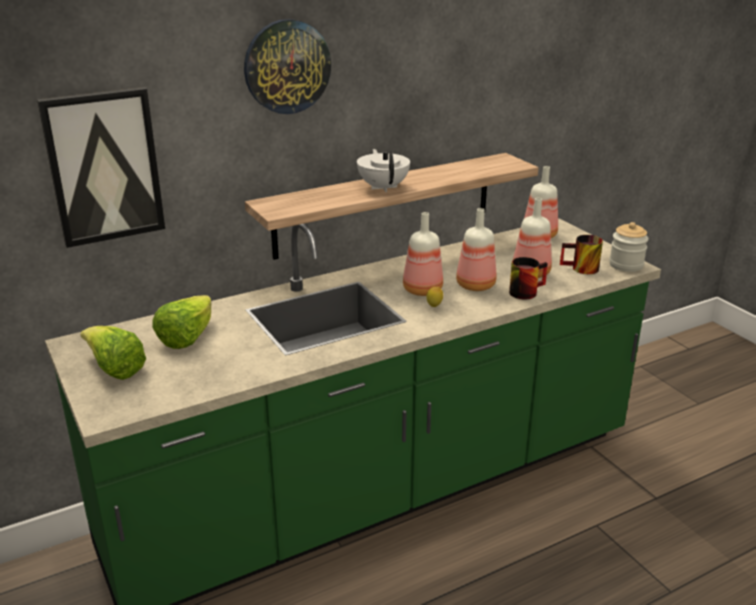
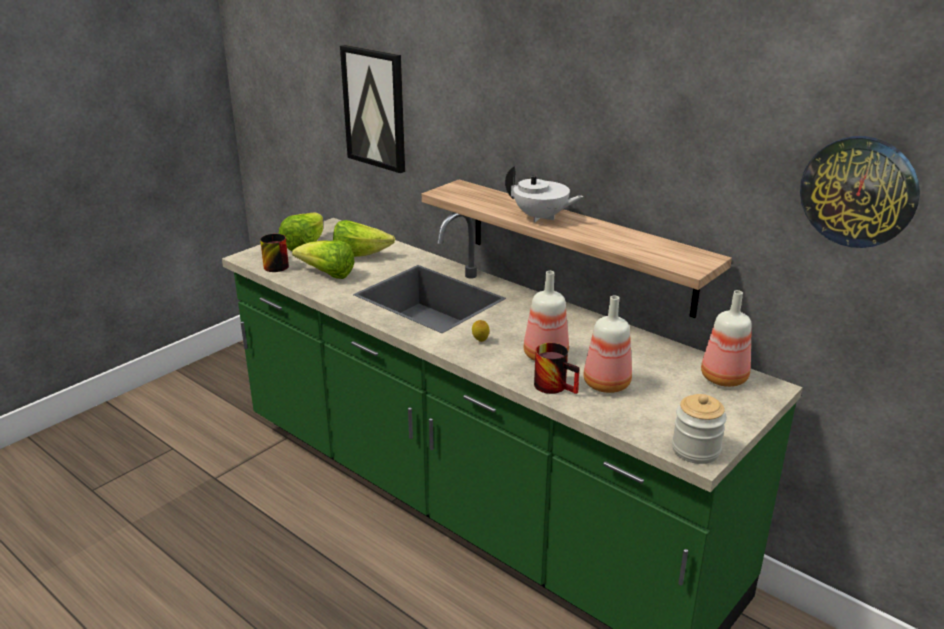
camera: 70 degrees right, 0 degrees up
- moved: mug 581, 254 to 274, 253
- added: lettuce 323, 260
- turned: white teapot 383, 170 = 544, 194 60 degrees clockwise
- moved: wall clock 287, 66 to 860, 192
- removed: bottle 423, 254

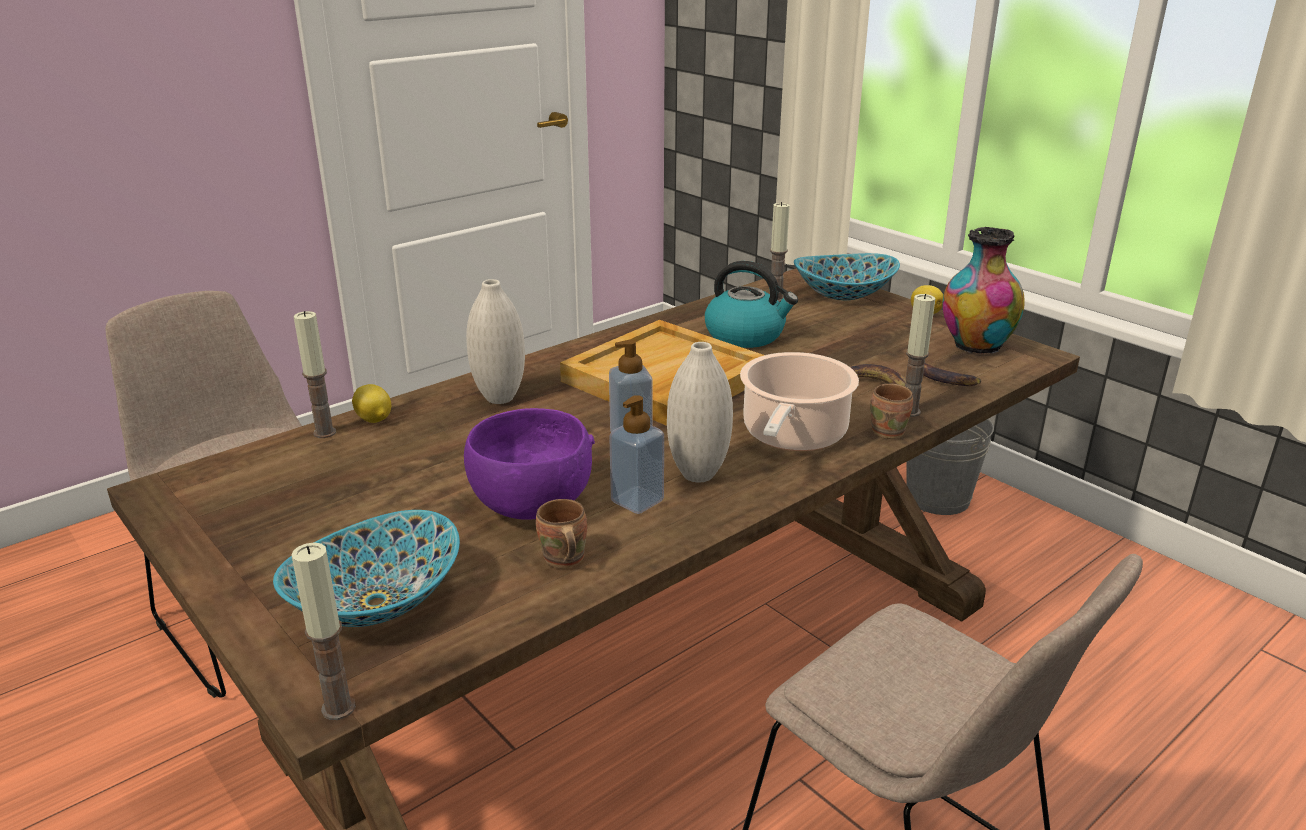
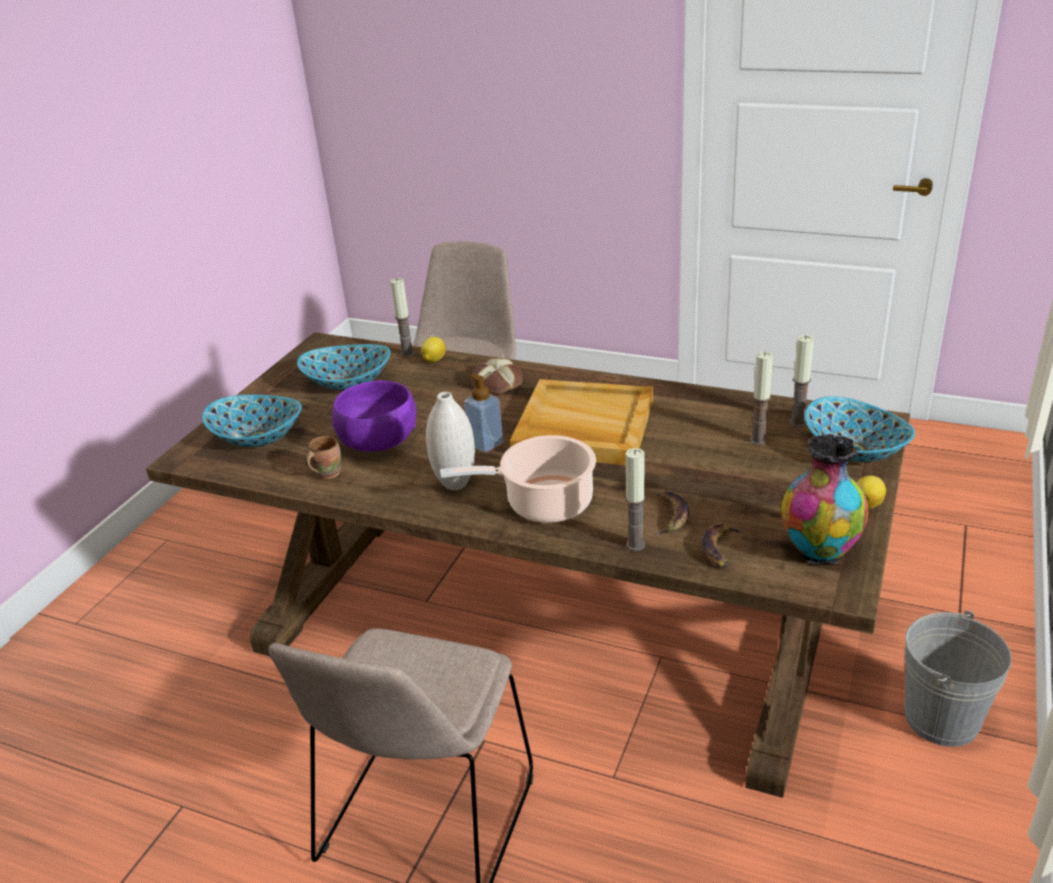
camera: 65 degrees right, 5 degrees up
- added: bowl 344, 367
- replaced: white vase 495, 341 to bread 497, 376
- moved: candle 323, 631 to 761, 398
- removed: soap dispenser 636, 454
- removed: kettle 751, 304
- removed: brown mug 891, 411

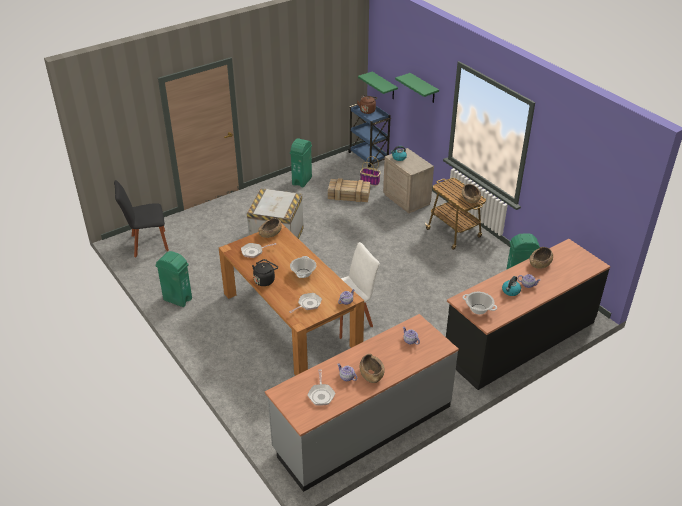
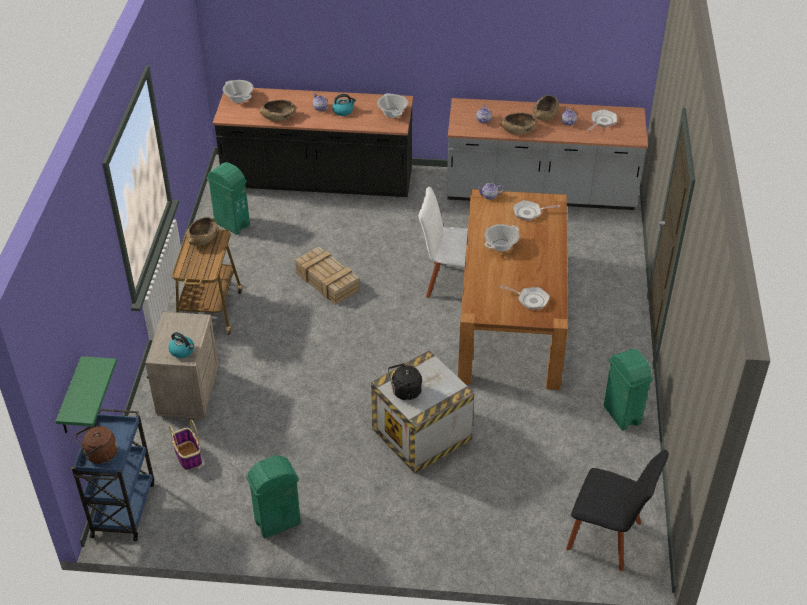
camera: 140 degrees left, 5 degrees up
- added: cooking pot 238, 91
- moved: crate 349, 190 to 327, 276
- moved: black kettle 265, 272 to 405, 381
- moved: brown bowl 270, 228 to 519, 123
- removed: green shelf 417, 88

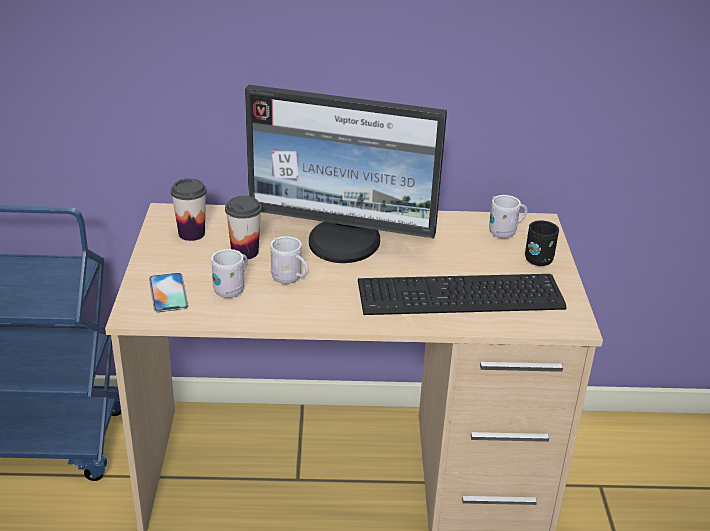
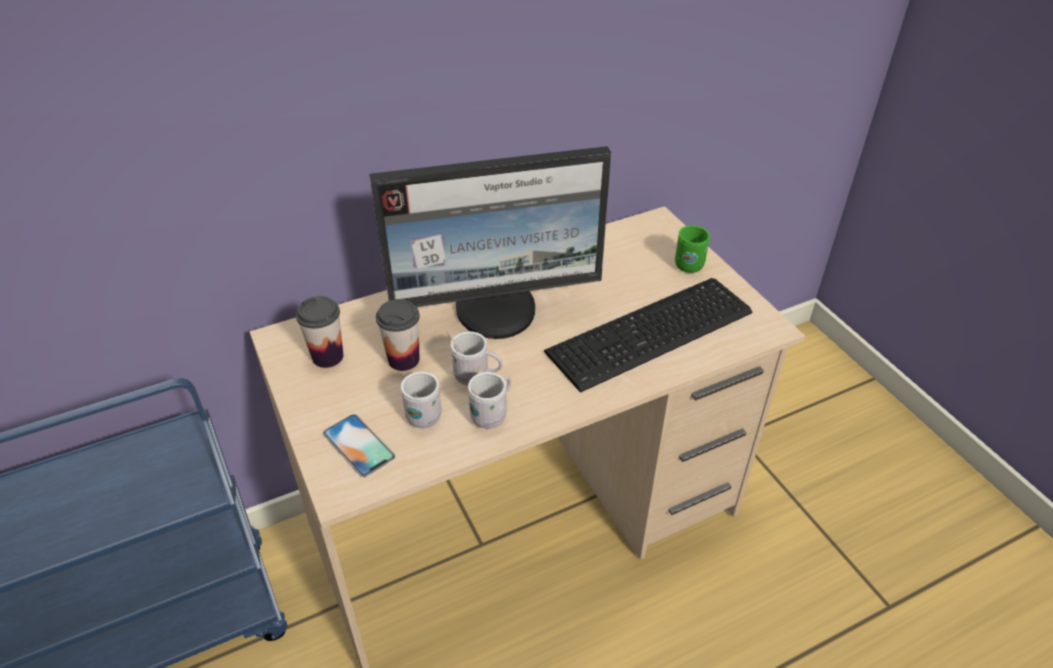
camera: 25 degrees left, 10 degrees up
- moved: white mug 508, 216 to 489, 400
- recoloured: black mug 542, 243 to green mug 692, 249

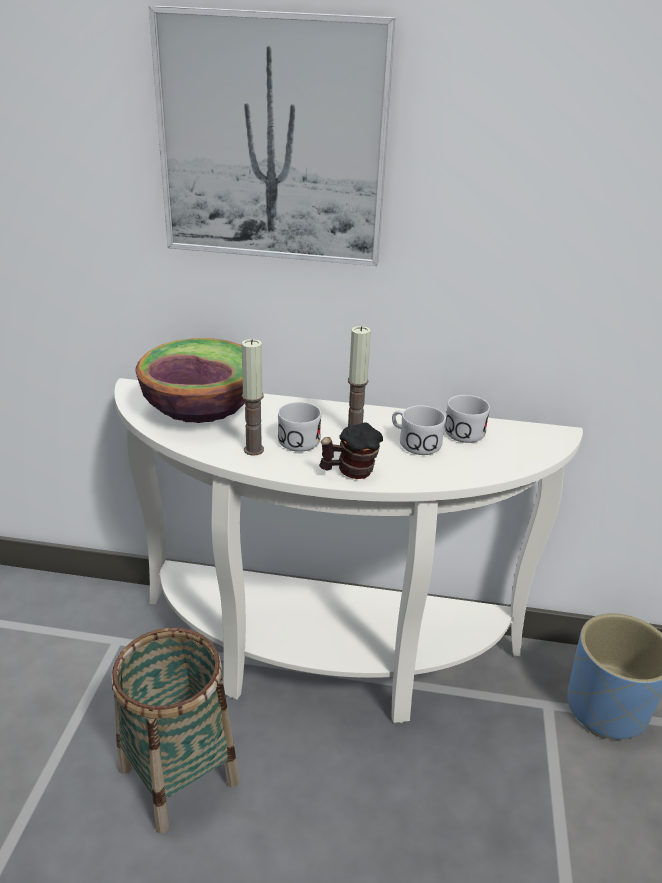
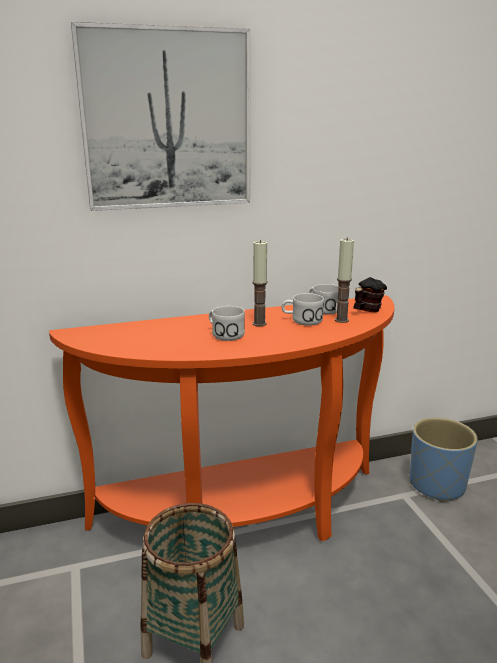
camera: 25 degrees left, 10 degrees down
- recoloured: white console table 348, 550 to orange console table 222, 418
- moved: candle 252, 397 to 344, 280
- moved: mug 351, 450 to 370, 294
- removed: bowl 190, 380

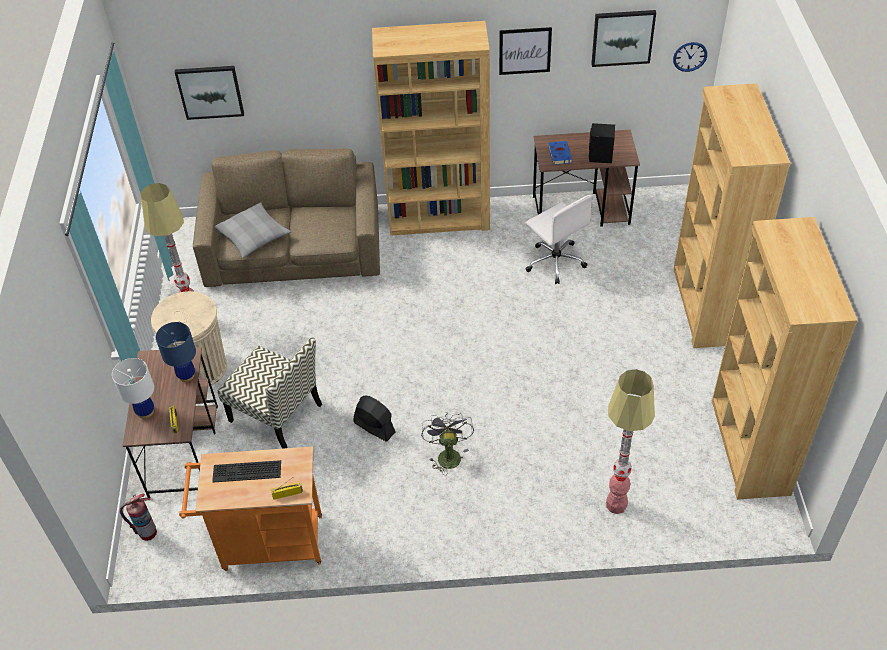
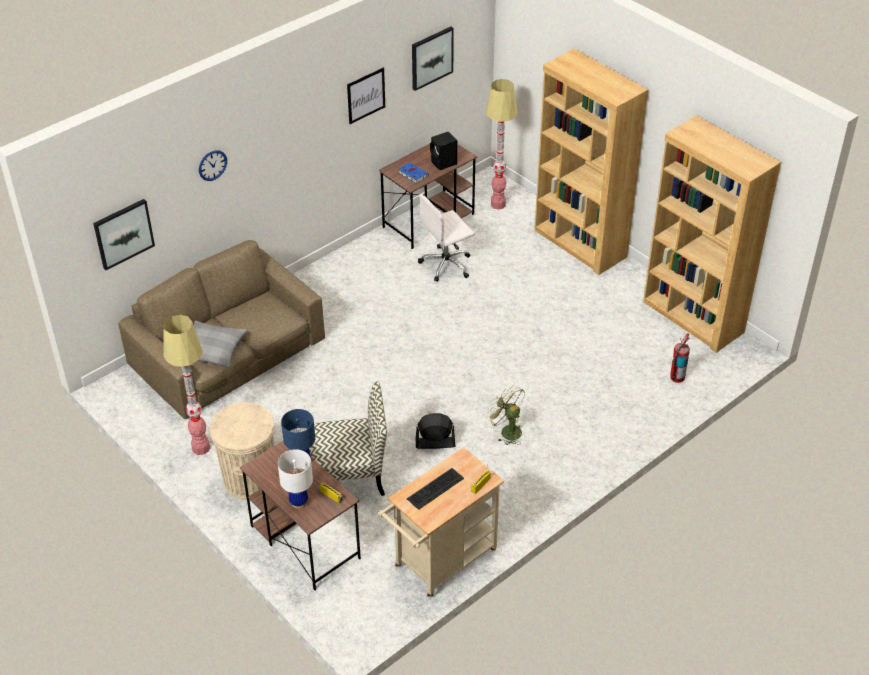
camera: 40 degrees left, 5 degrees down
- moved: wall clock 690, 57 to 213, 165
- recoloured: orange cart 250, 509 to beige cart 441, 522
- turned: white office chair 559, 239 = 446, 238 135 degrees clockwise
- moved: floor lamp 630, 441 to 501, 144
- recoloured: grey fan 447, 443 to green fan 505, 415
- moved: fire extinguisher 138, 517 to 680, 358
- removed: brown bookcase 431, 128

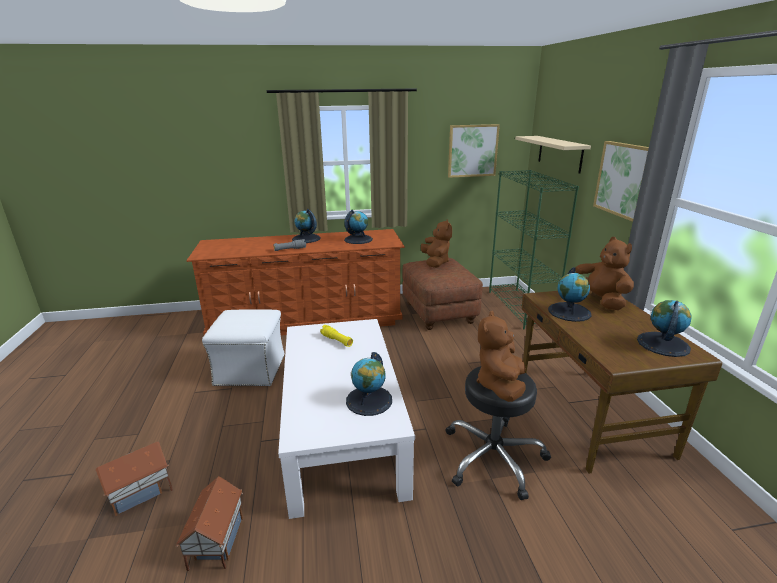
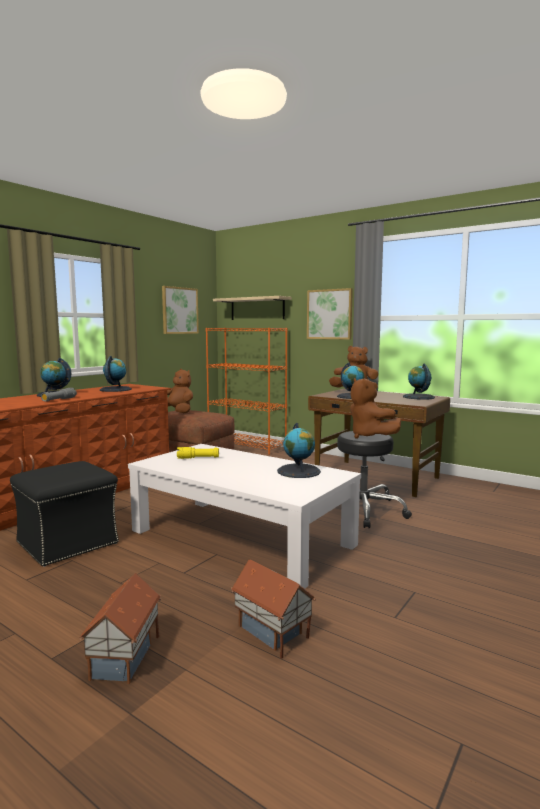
camera: 45 degrees left, 15 degrees down
- recoloured: white ottoman 243, 347 to black ottoman 64, 514
- recoloured: green bookcase 534, 249 to orange bookcase 247, 391

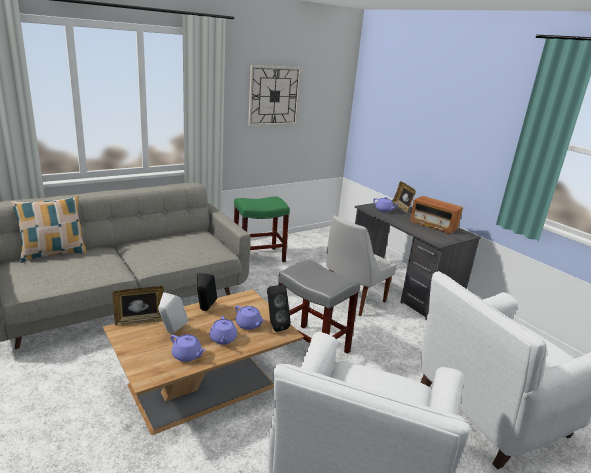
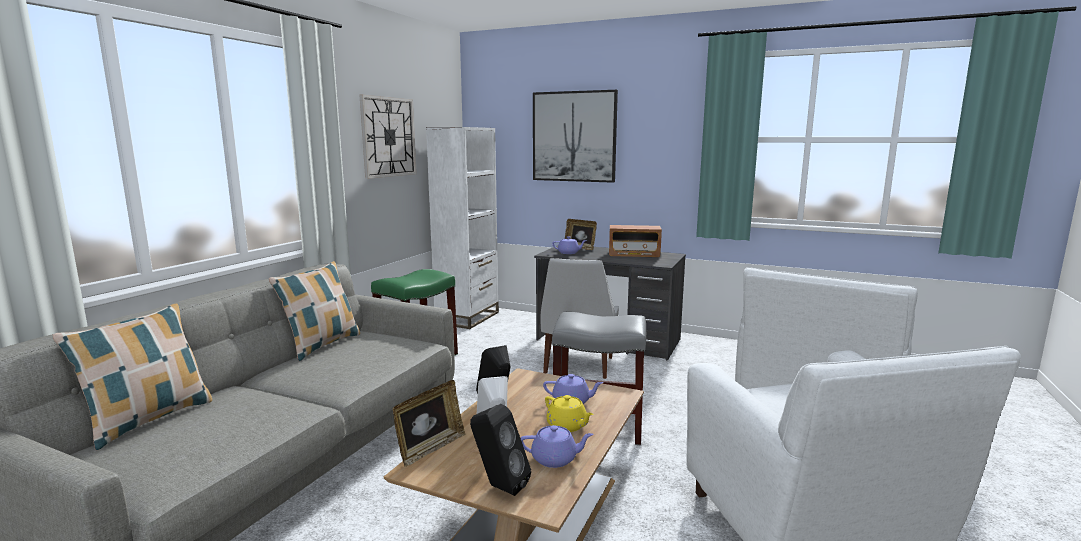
camera: 30 degrees left, 10 degrees down
- added: pillow 314, 311
- added: white bookcase 462, 228
- moved: black speaker 279, 308 to 500, 450
- added: picture 575, 136
- recoloured: purple teapot 223, 330 to yellow teapot 569, 413

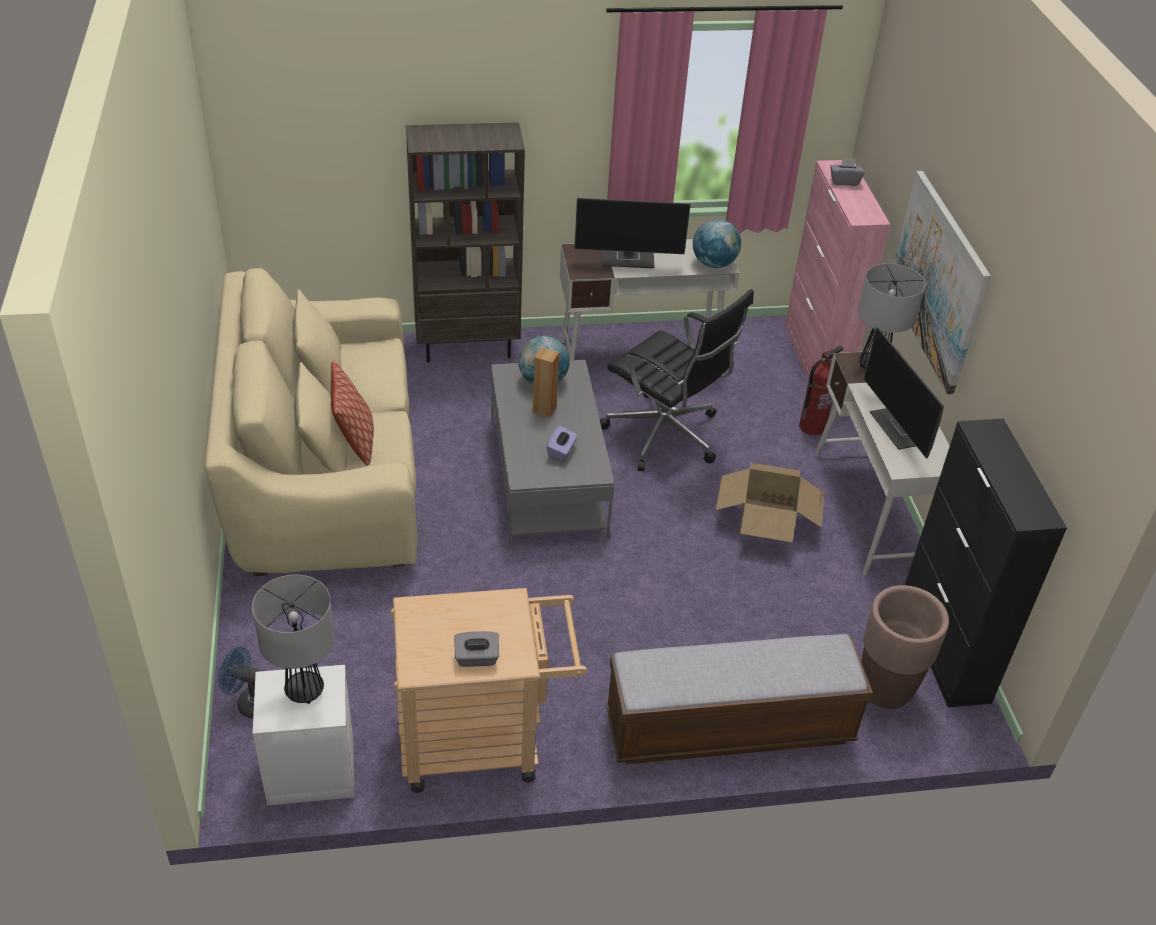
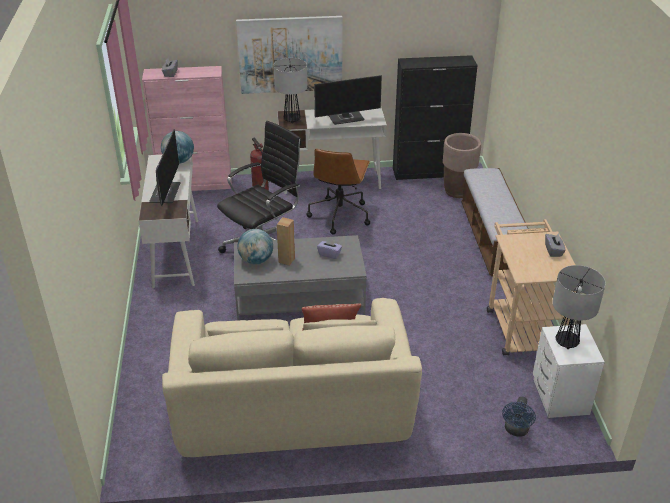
camera: 85 degrees left, 5 degrees down
- replaced: cardboard box 770, 502 to brown office chair 338, 192
- removed: brown bookcase 465, 242

